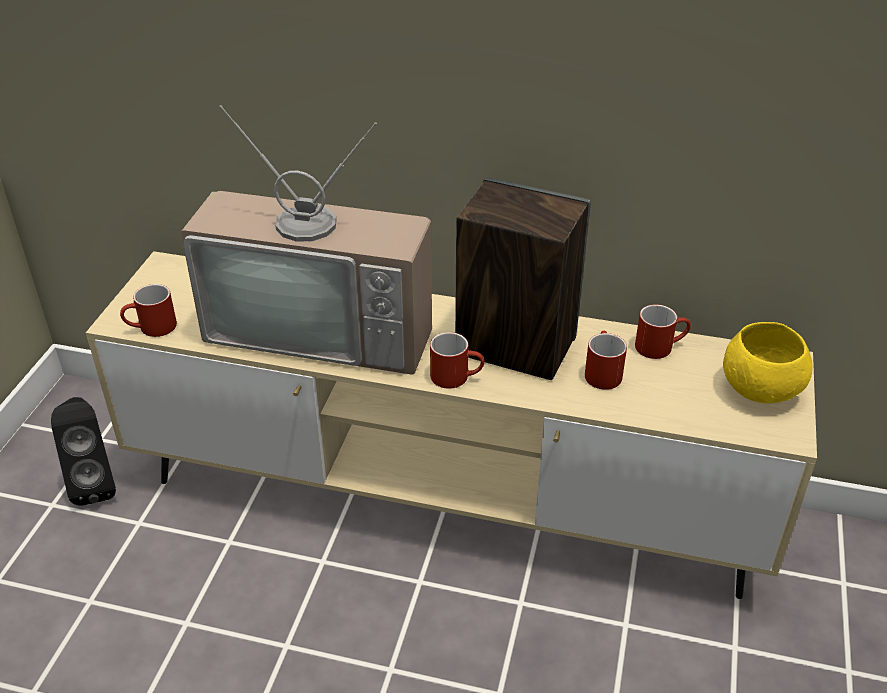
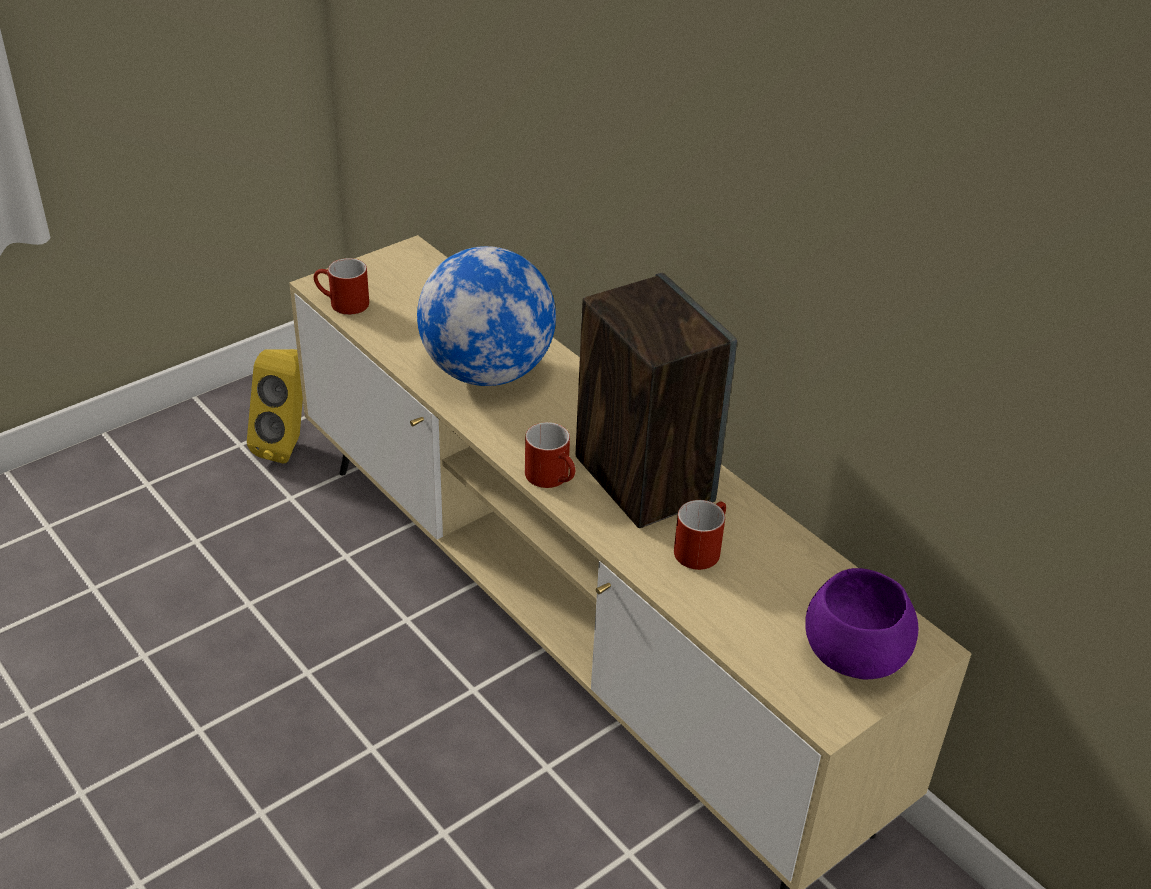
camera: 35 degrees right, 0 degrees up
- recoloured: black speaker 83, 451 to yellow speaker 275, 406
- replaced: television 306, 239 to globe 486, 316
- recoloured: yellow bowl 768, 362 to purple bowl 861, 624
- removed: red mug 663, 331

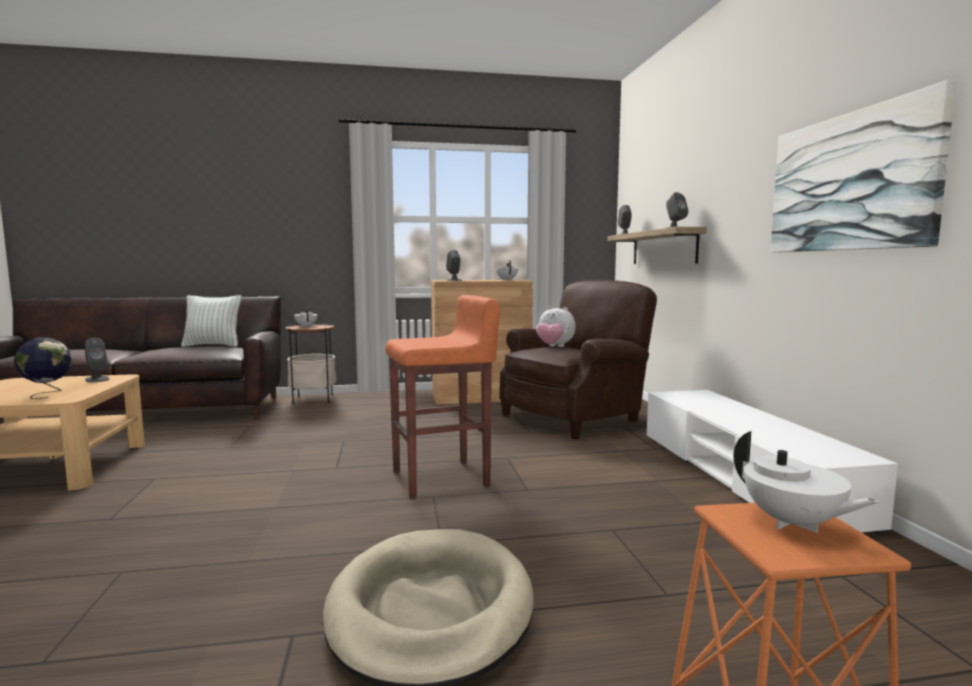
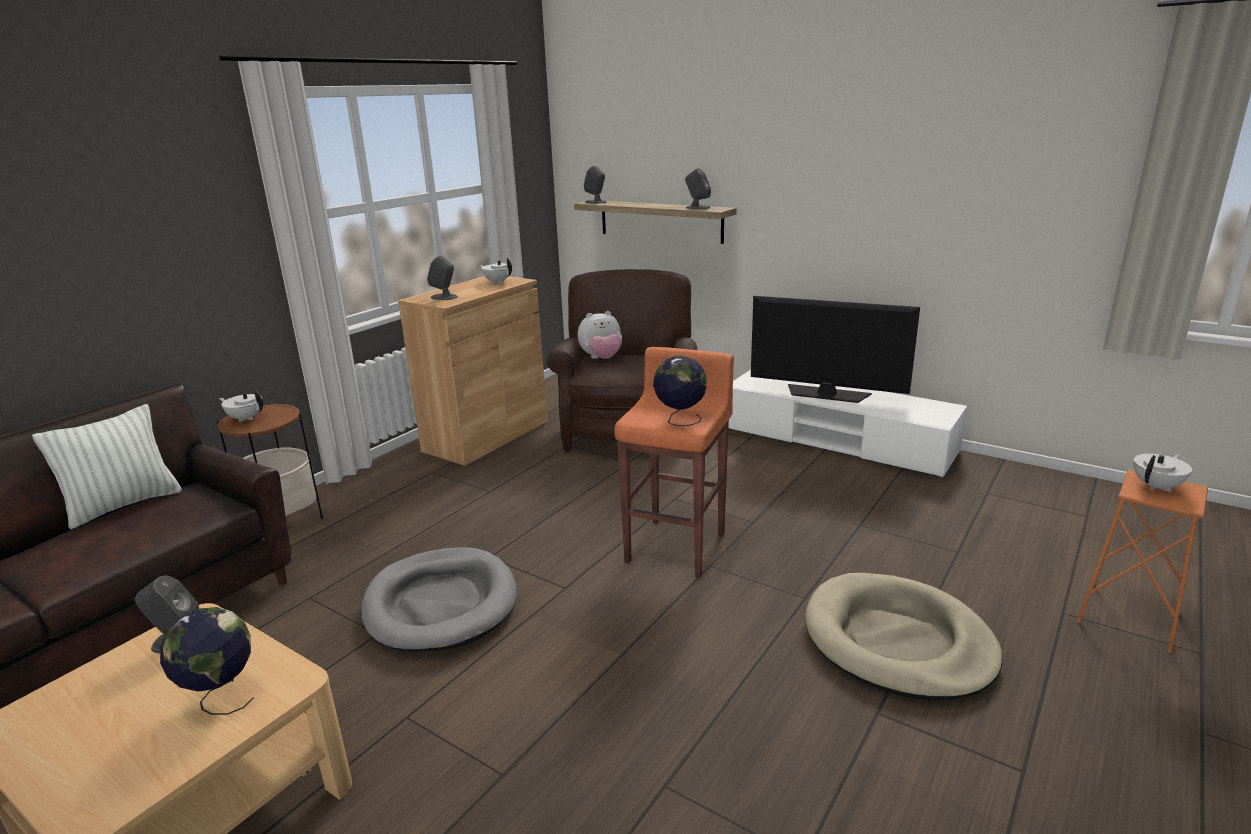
camera: 45 degrees left, 15 degrees up
- added: grey dog bed 439, 599
- added: globe 680, 390
- added: television 835, 349
- turned: white teapot 807, 482 = 1162, 473 45 degrees counterclockwise
- removed: picture 863, 166

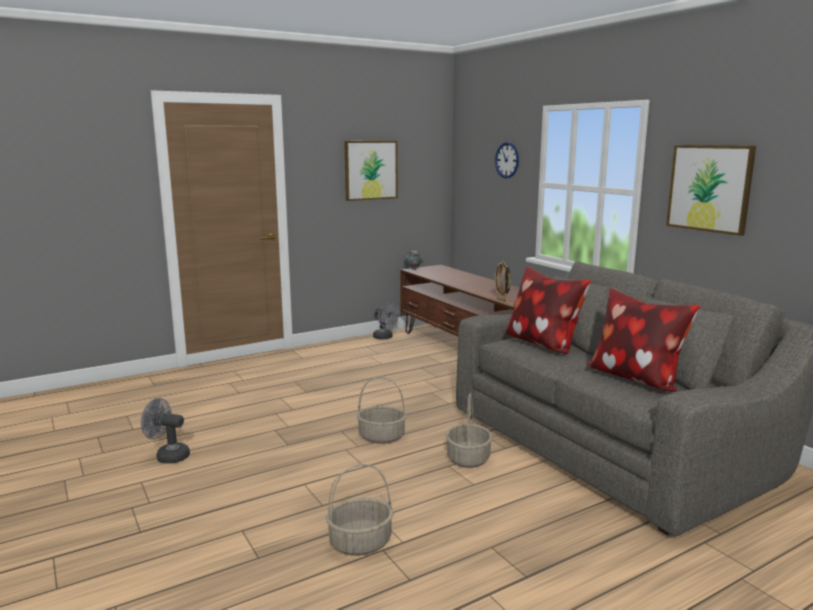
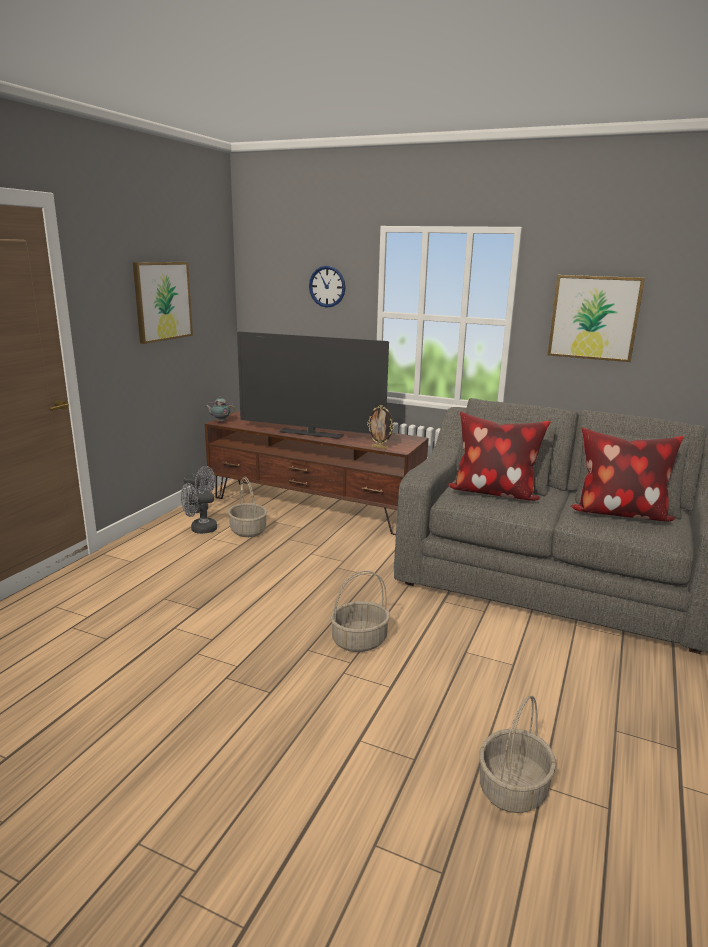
camera: 35 degrees left, 5 degrees up
- moved: grey fan 165, 430 to 199, 508
- moved: basket 469, 430 to 247, 507
- added: television 313, 385

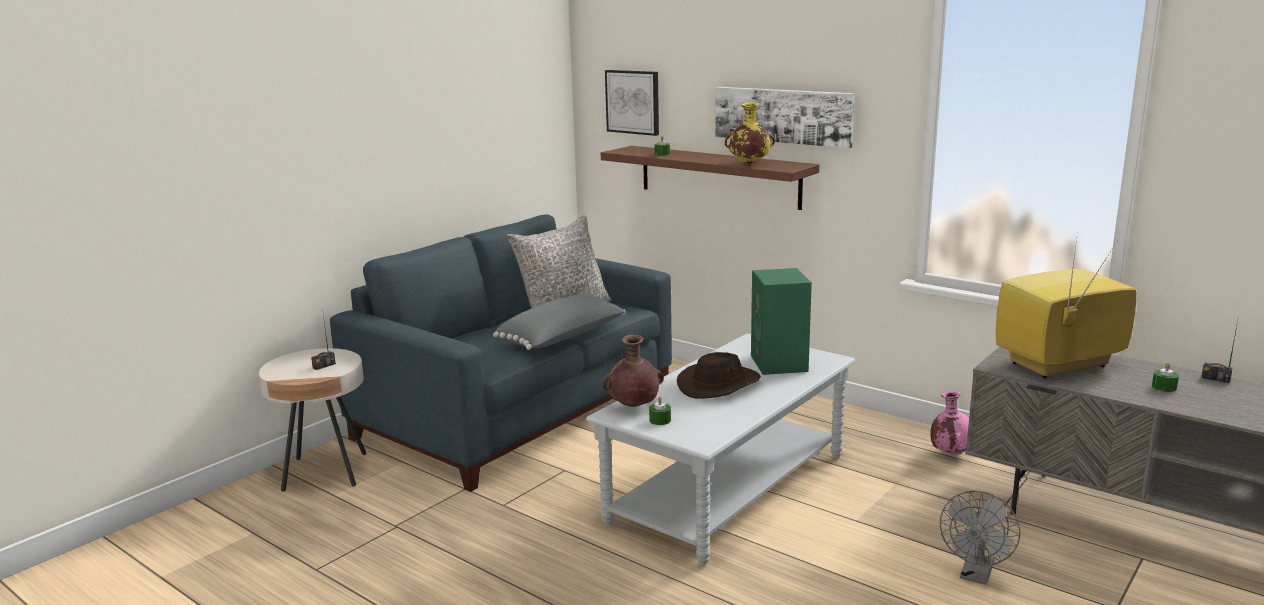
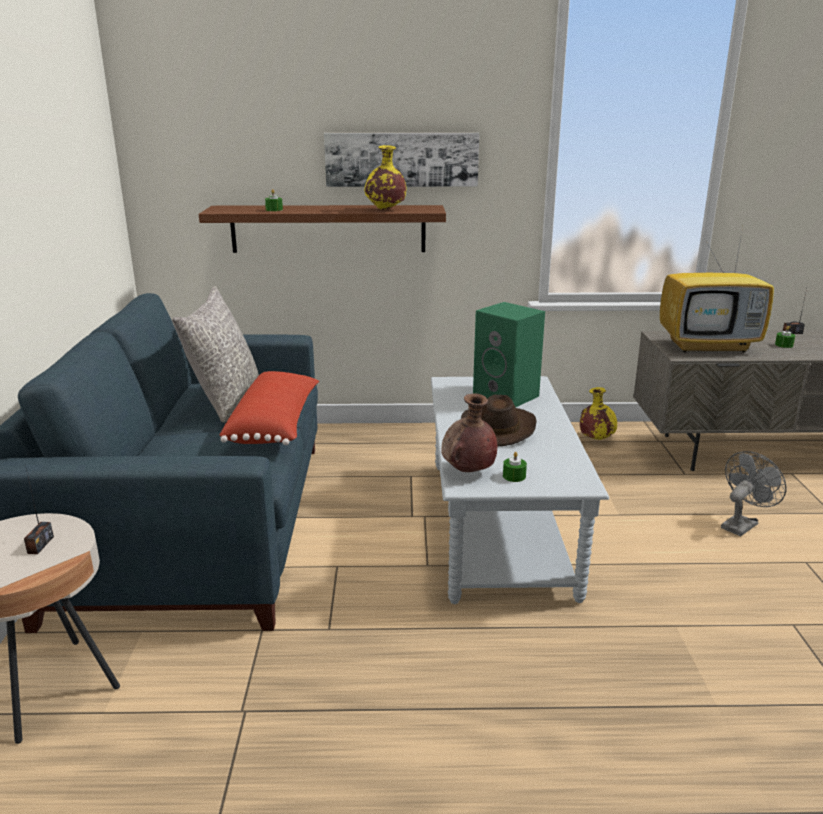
camera: 40 degrees left, 5 degrees up
- recoloured: grey pillow 559, 322 to red pillow 269, 408
- recoloured: pink vase 949, 423 to yellow vase 598, 413
- turned: television 1066, 308 = 717, 290 120 degrees counterclockwise
- turned: grey fan 980, 538 = 753, 493 120 degrees counterclockwise
- removed: picture 632, 103

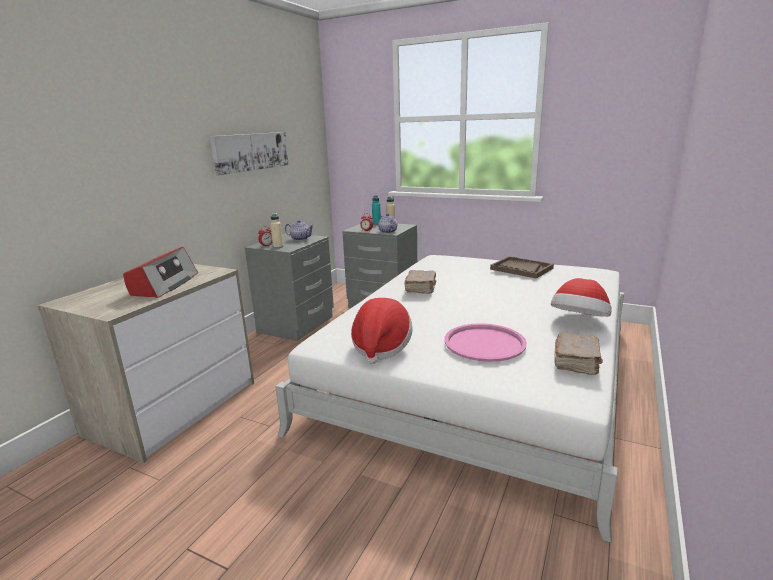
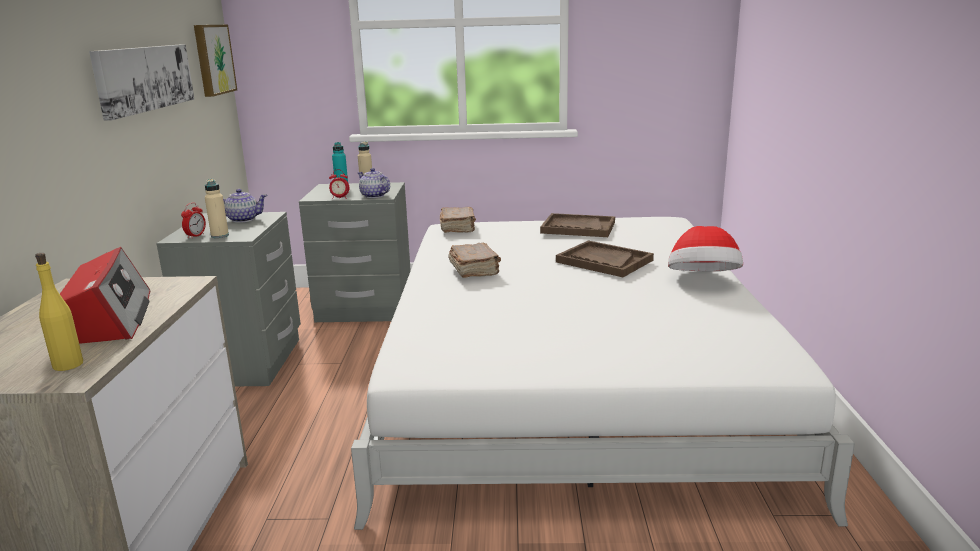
camera: 25 degrees left, 0 degrees up
- added: yellow bottle 59, 312
- added: picture 215, 61
- moved: brown book 578, 353 to 458, 220
- added: brown tray 605, 258
- removed: hat 382, 331
- removed: pink tray 485, 342

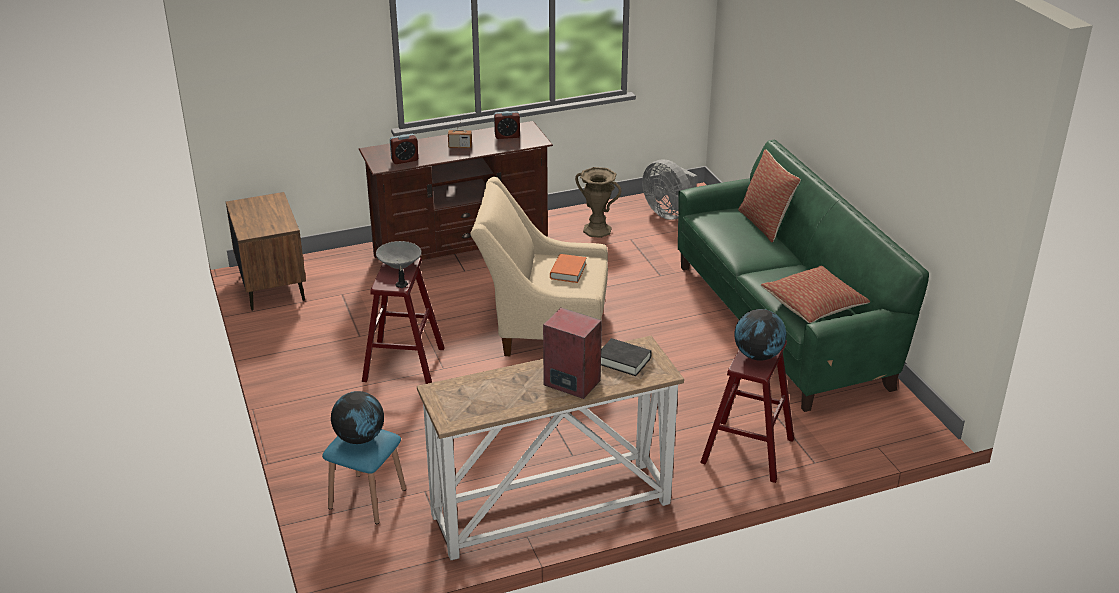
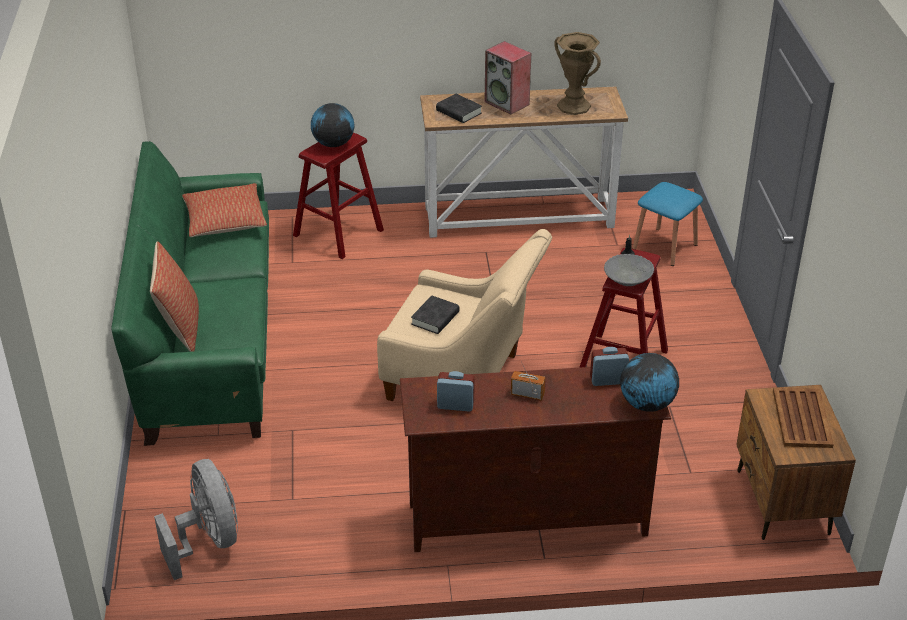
camera: 165 degrees left, 5 degrees up
- recoloured: orange book 568, 268 to black book 435, 315
- moved: brown vase 598, 202 to 577, 73
- moved: globe 357, 417 to 649, 382
- added: brown tray 803, 417

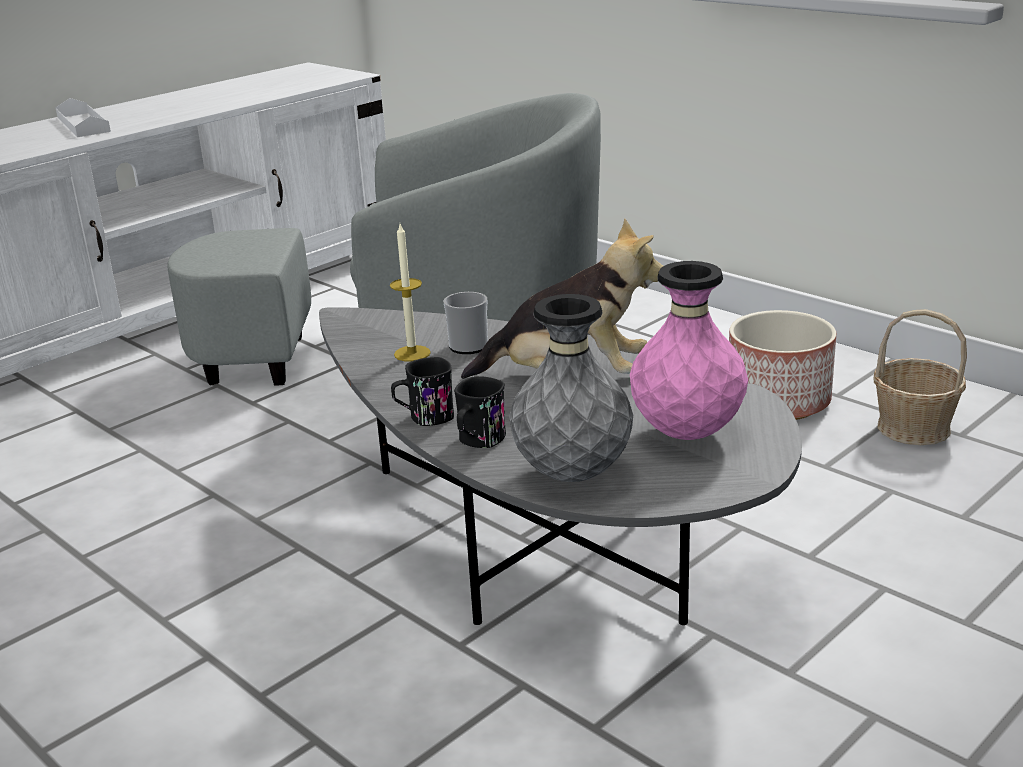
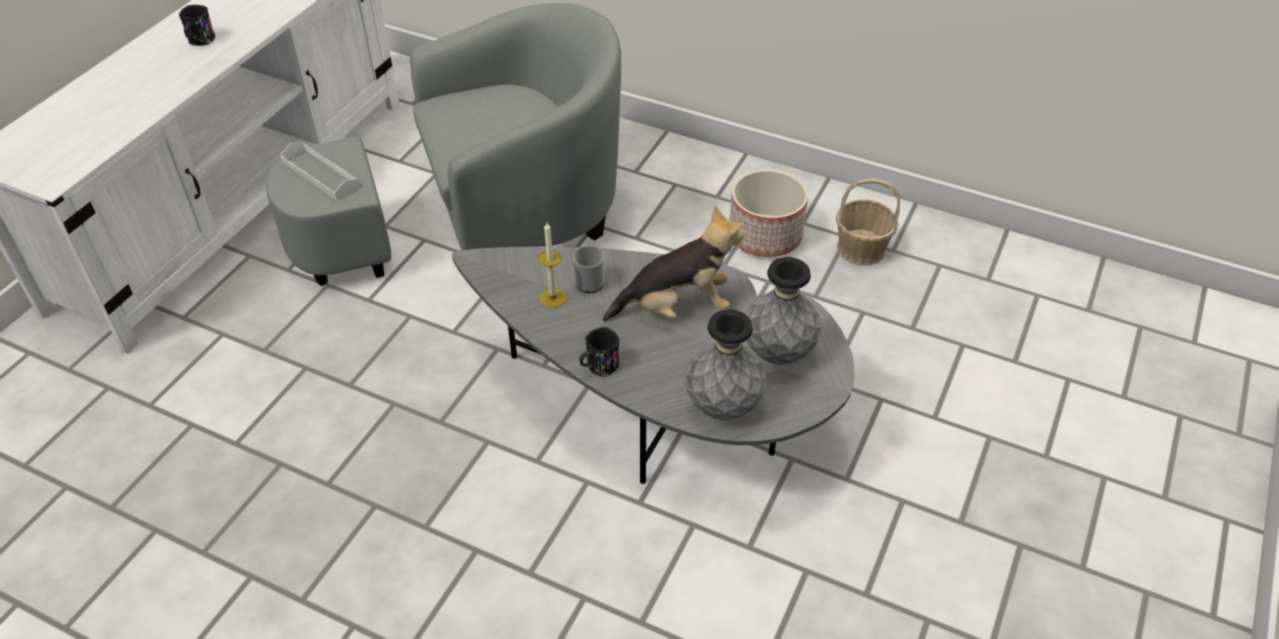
camera: 20 degrees left, 20 degrees up
- moved: black mug 480, 412 to 197, 25
- moved: white tray 83, 117 to 320, 171
- recoloured: pink vase 689, 350 to grey vase 783, 311

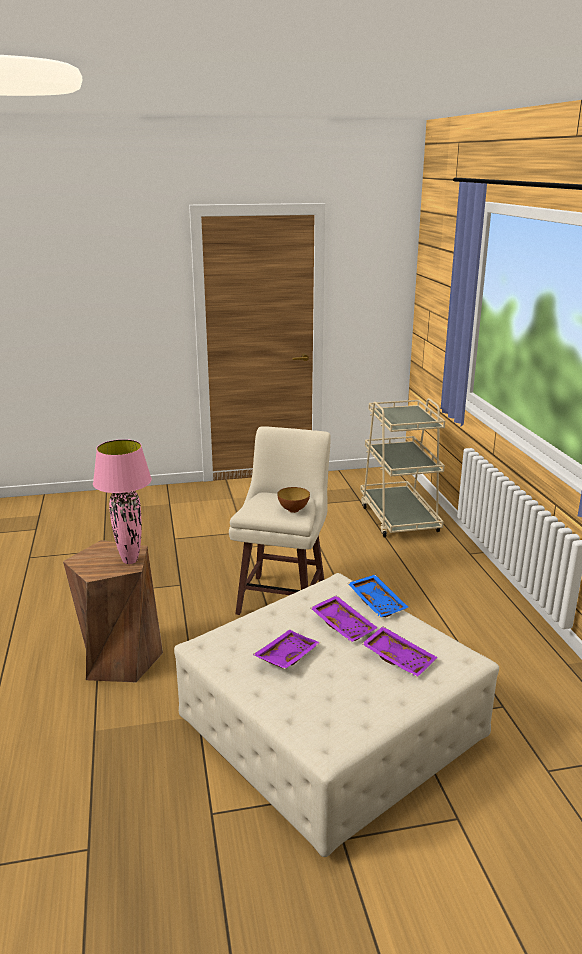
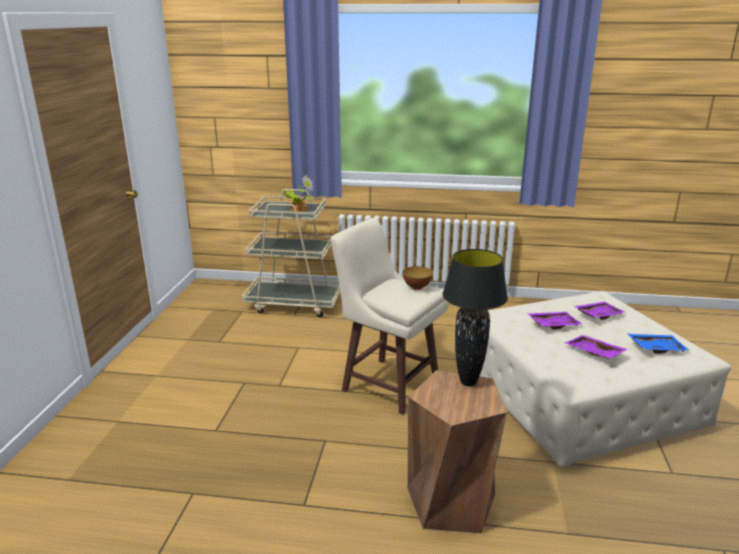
camera: 70 degrees left, 0 degrees up
- added: potted plant 297, 193
- recoloured: pink table lamp 122, 501 to black table lamp 475, 317
- moved: blue tray 378, 596 to 659, 344

